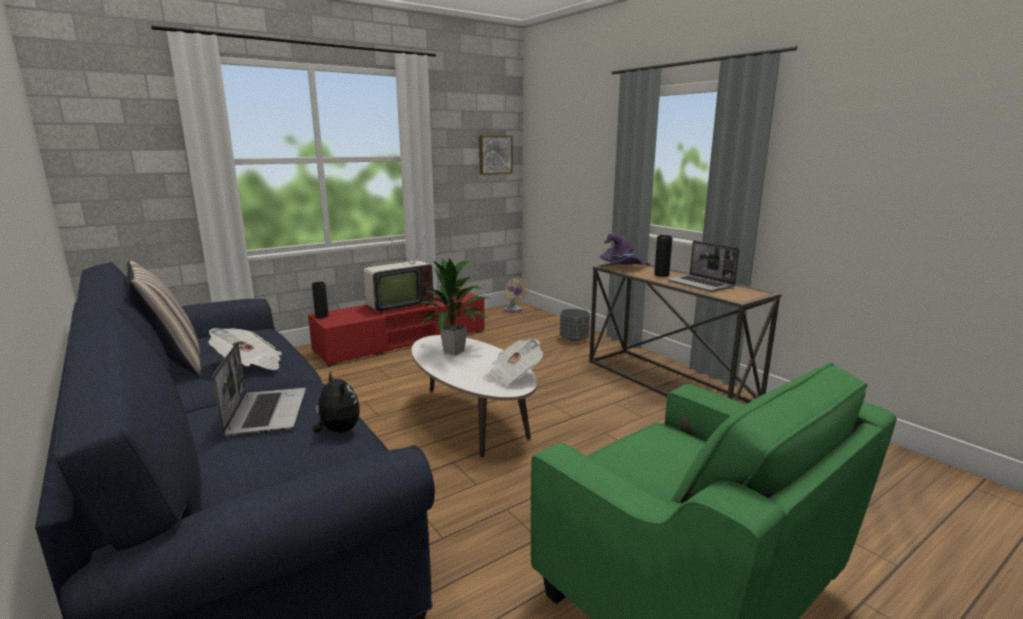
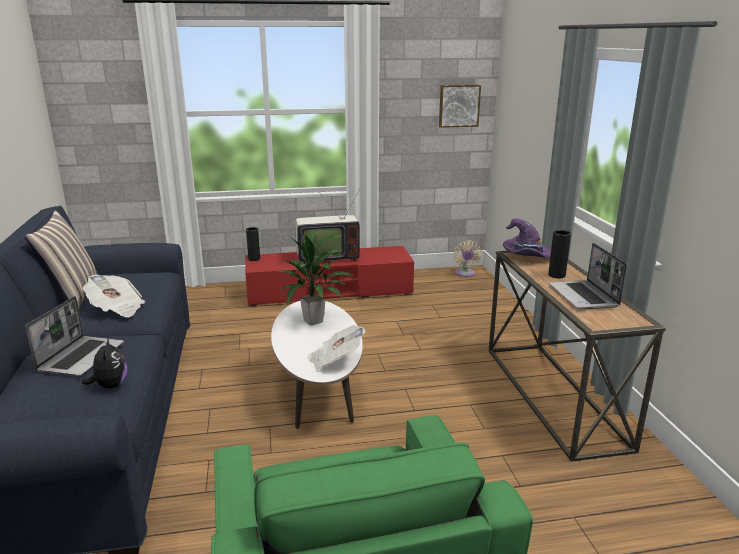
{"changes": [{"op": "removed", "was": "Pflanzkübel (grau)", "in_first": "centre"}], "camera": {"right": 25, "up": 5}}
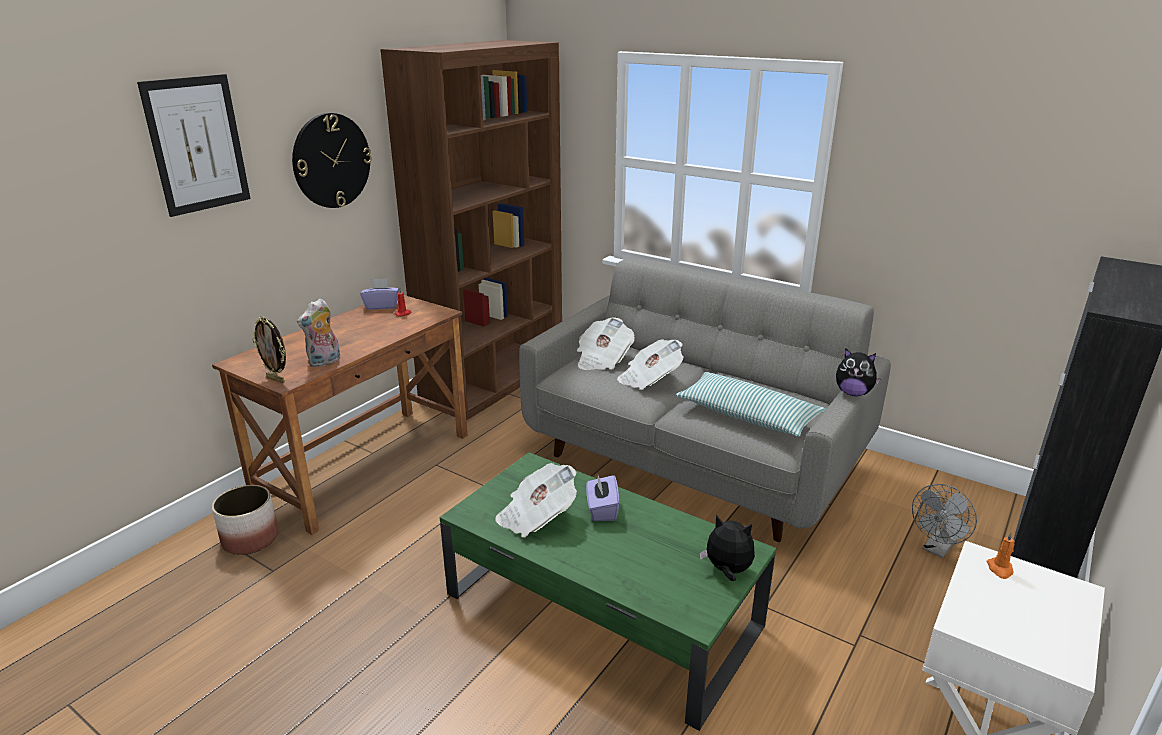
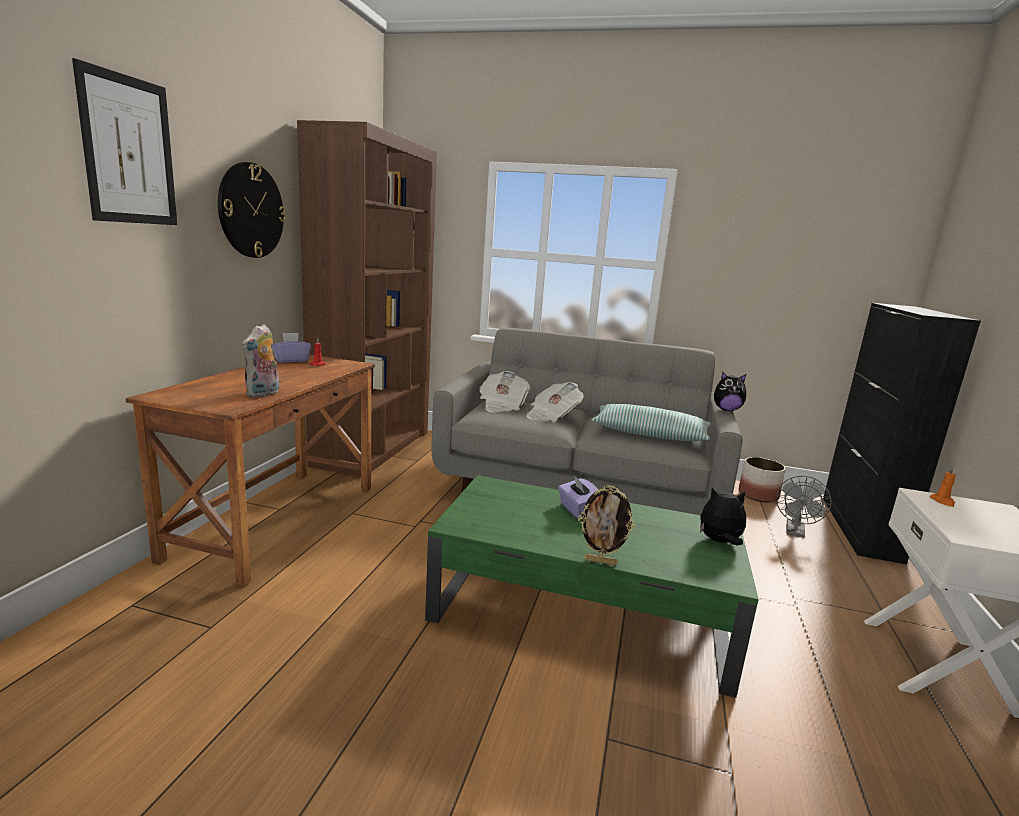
{"changes": [{"op": "moved", "was": "Pflanzkübel", "in_first": "bottom left", "in_second": "middle right"}, {"op": "moved", "was": "Bilderrahmen", "in_first": "middle left", "in_second": "centre"}, {"op": "removed", "was": "Zeitung (1st from left)", "in_first": "bottom centre"}], "camera": {"right": -20, "up": -10}}
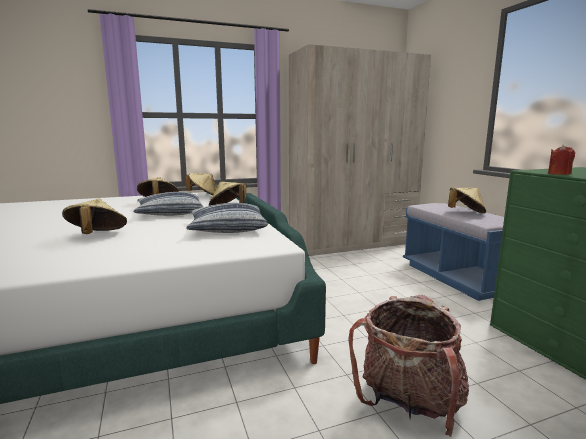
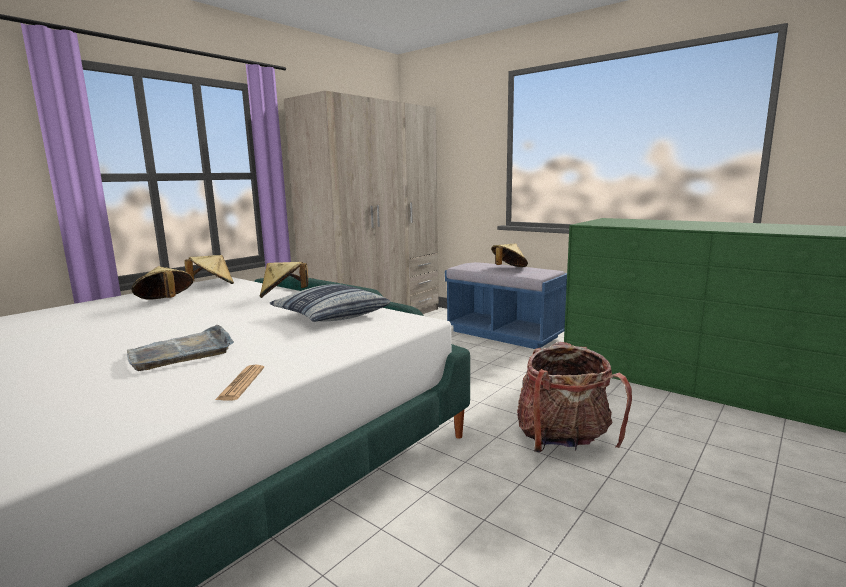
{"changes": [{"op": "replaced", "was": "Hut (beige) (1st from left)", "now": "Tablett (grau)", "in_first": "middle left", "in_second": "middle left"}, {"op": "removed", "was": "Kissen (1st from left)", "in_first": "middle left"}, {"op": "removed", "was": "Kerze (rot)", "in_first": "middle right"}, {"op": "added", "now": "Zeitung", "in_second": "middle left"}], "camera": {"right": -30, "up": 0}}
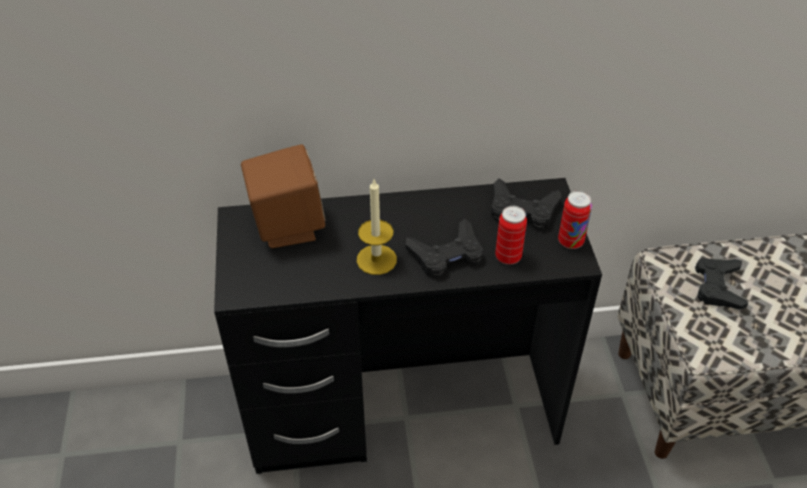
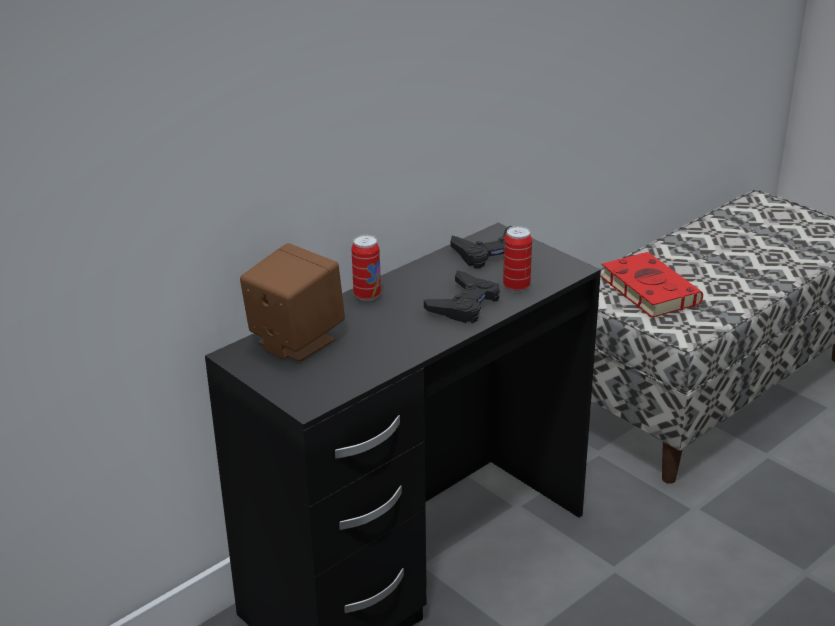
{"changes": [{"op": "removed", "was": "Kerze", "in_first": "centre"}, {"op": "moved", "was": "Dose (2nd from left in the first image)", "now": "Dose (1st from left)", "in_first": "middle right", "in_second": "centre"}, {"op": "replaced", "was": "Gamepad (schwarz) (3rd from left)", "now": "Buch (rot)", "in_first": "middle right", "in_second": "middle right"}], "camera": {"right": -35, "up": -15}}
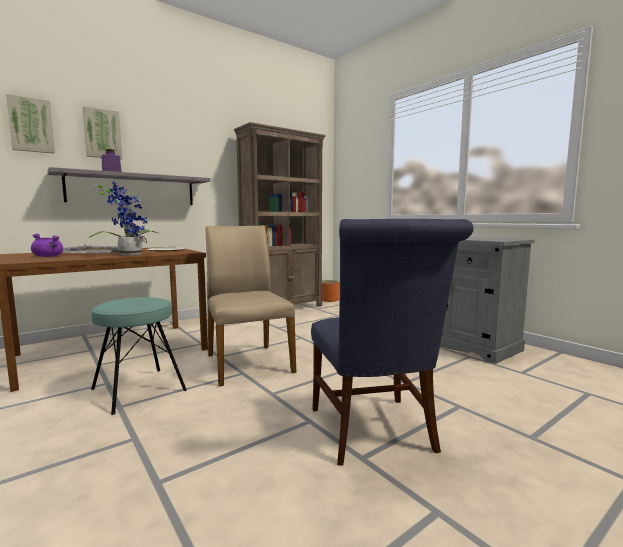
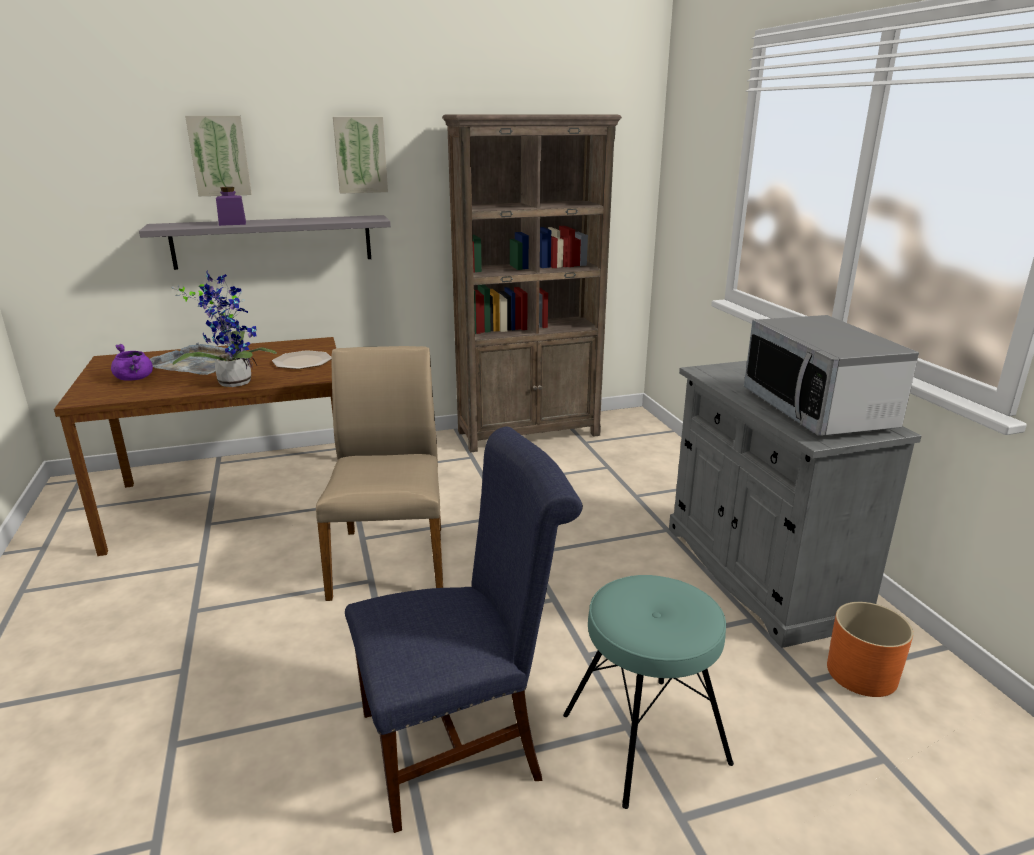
{"changes": [{"op": "moved", "was": "Bild (1st from left in the first image)", "now": "Bild (2nd from left)", "in_first": "top left", "in_second": "top centre"}, {"op": "moved", "was": "Hocker (türkis)", "in_first": "middle left", "in_second": "bottom centre"}, {"op": "turned", "was": "Stuhl (blau)", "in_first": "centre", "in_second": "bottom centre", "clockwise": -120}, {"op": "moved", "was": "Pflanzkübel (orange)", "in_first": "centre", "in_second": "bottom right"}, {"op": "added", "now": "Mikrowelle", "in_second": "middle right"}], "camera": {"right": 20, "up": 15}}
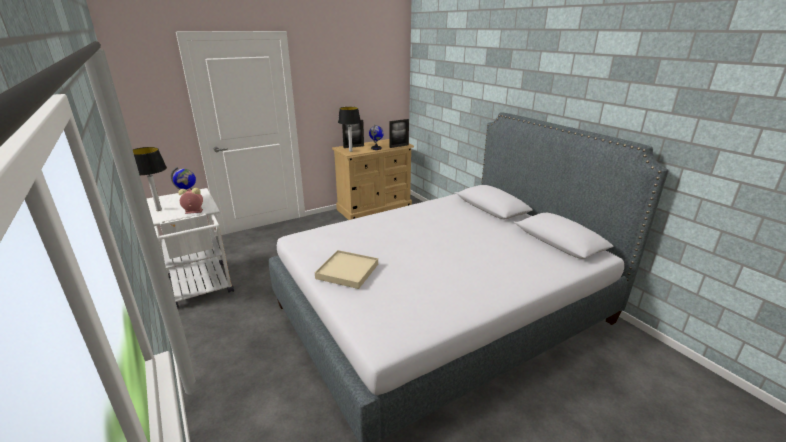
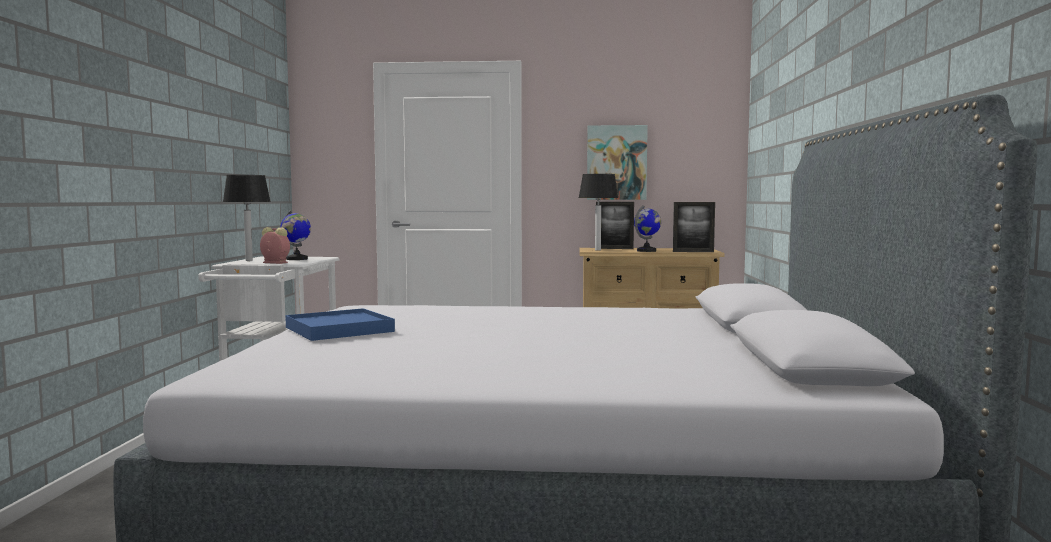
{"changes": [{"op": "recoloured", "was": "Tablett (beige)", "now": "Tablett (blau)", "in_first": "centre", "in_second": "middle left"}, {"op": "added", "now": "Bild", "in_second": "top centre"}], "camera": {"right": 35, "up": -20}}
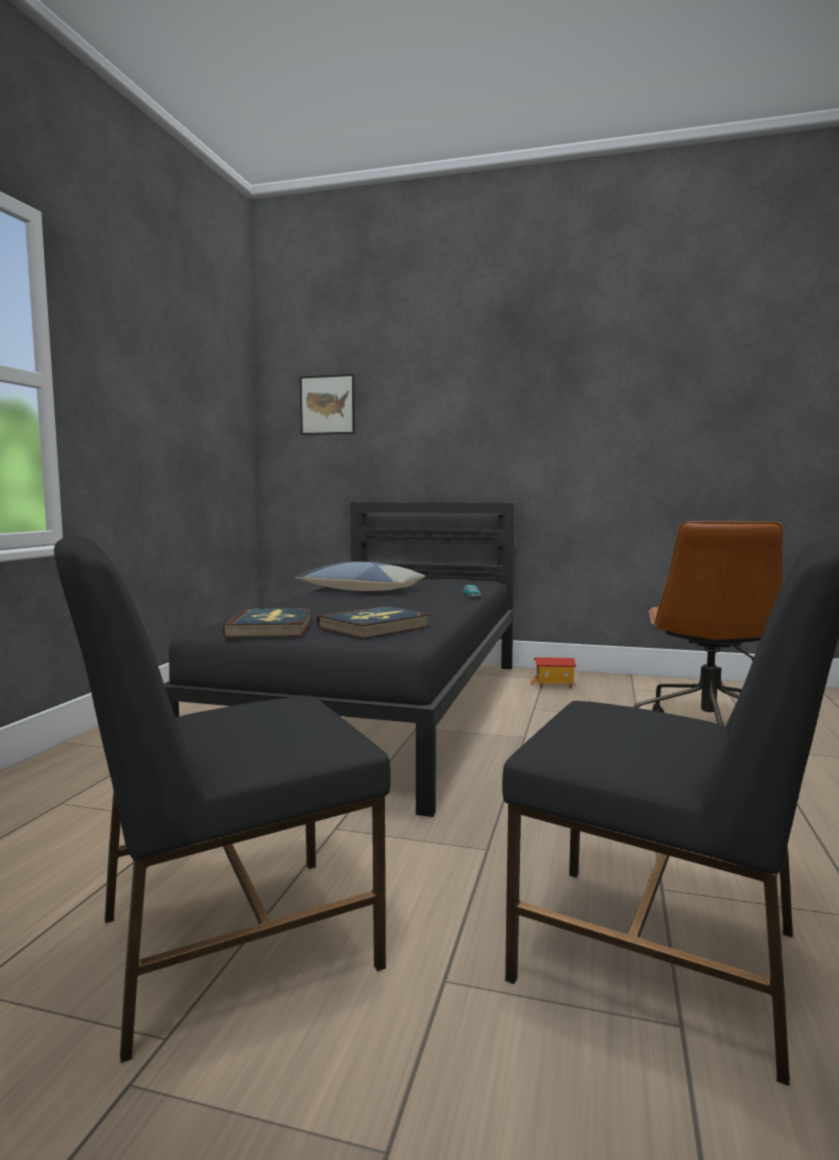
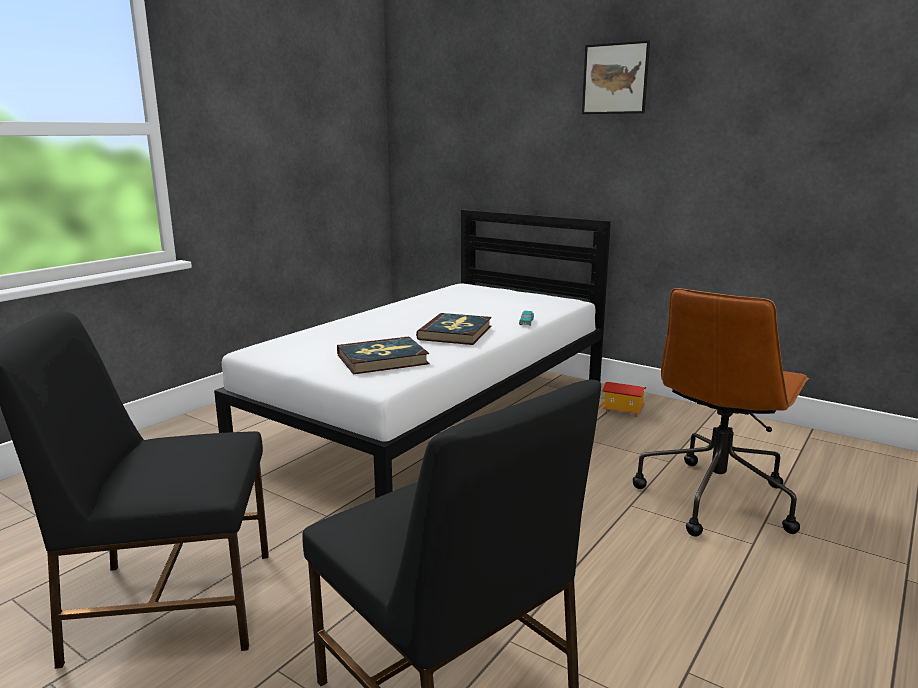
{"changes": [{"op": "recoloured", "was": "Bett (schwarz)", "now": "Bett (weiß)", "in_first": "centre", "in_second": "centre"}, {"op": "moved", "was": "Buch (1st from left in the first image)", "now": "Buch (2nd from left)", "in_first": "middle left", "in_second": "centre"}, {"op": "removed", "was": "Kissen", "in_first": "centre"}, {"op": "moved", "was": "Bild", "in_first": "centre", "in_second": "top right"}], "camera": {"right": 20, "up": 10}}
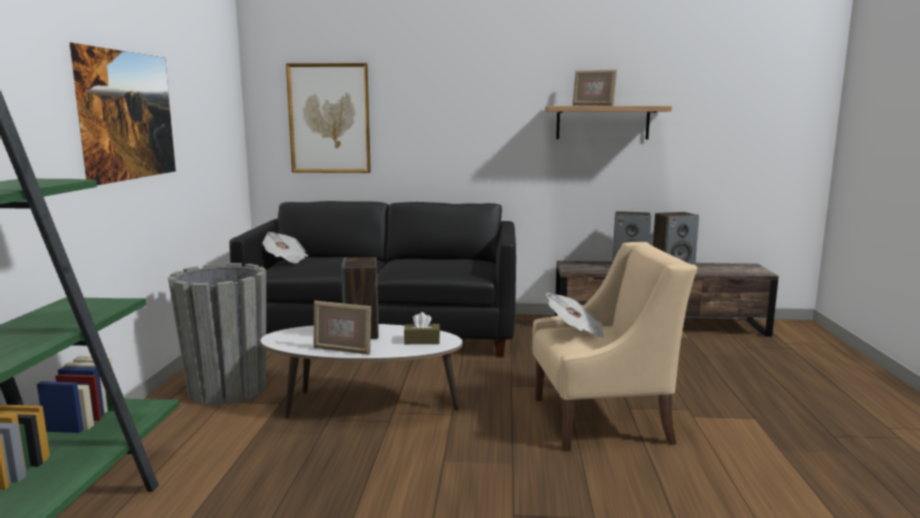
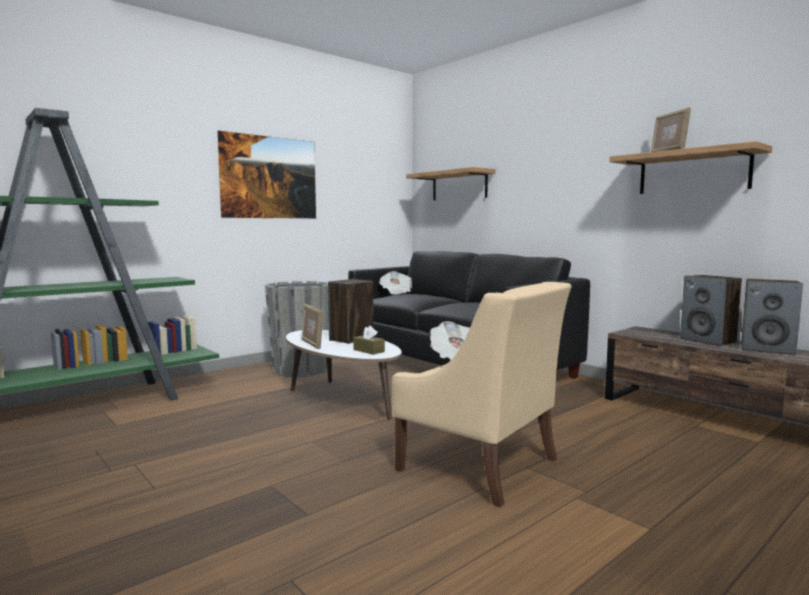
{"changes": [{"op": "replaced", "was": "Bild (2nd from left)", "now": "Wandregal (1st from left)", "in_first": "top centre", "in_second": "top centre"}], "camera": {"right": 45, "up": -5}}
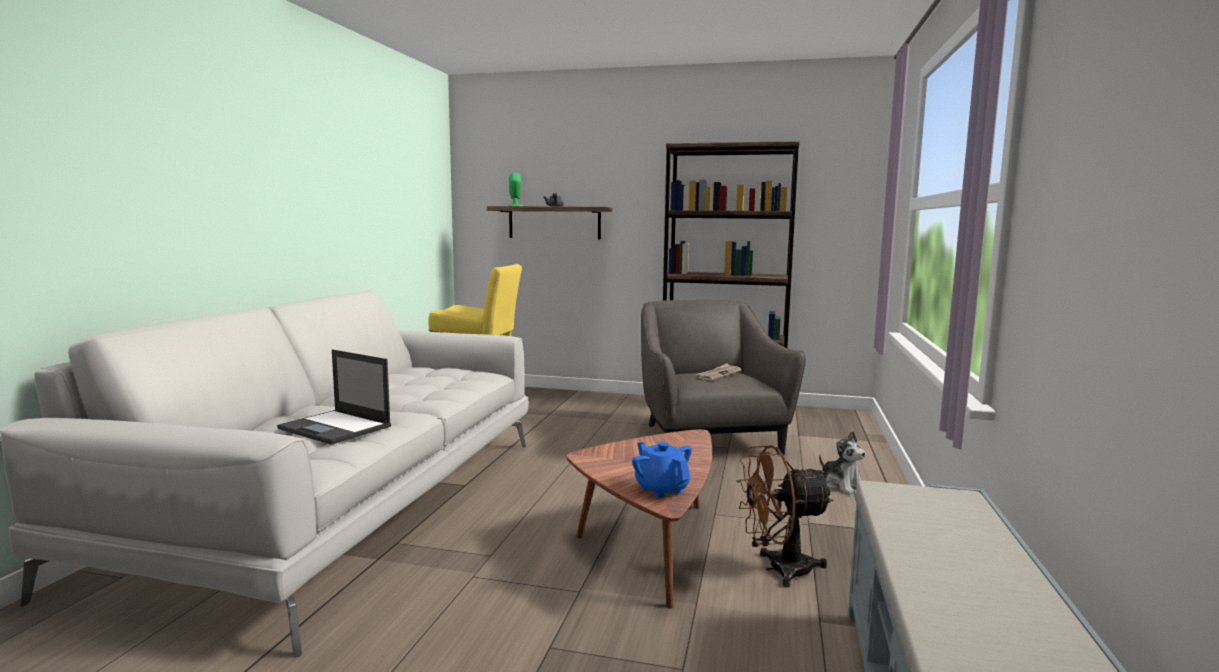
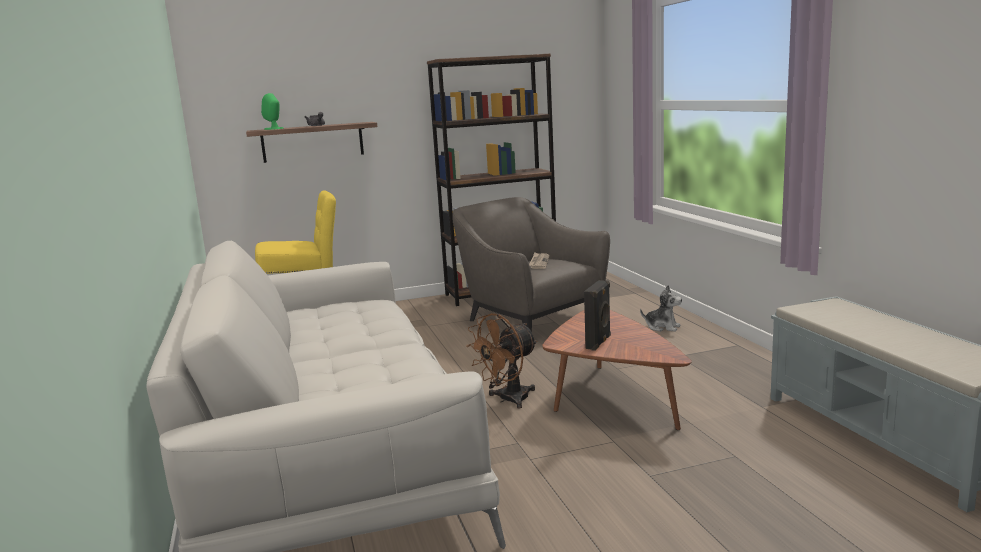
{"changes": [{"op": "removed", "was": "Laptop", "in_first": "middle left"}, {"op": "removed", "was": "Teekanne (blau)", "in_first": "bottom centre"}, {"op": "moved", "was": "Ventilator (braun)", "in_first": "bottom centre", "in_second": "centre"}, {"op": "added", "now": "Lautsprecher (schwarz)", "in_second": "centre"}], "camera": {"right": -30, "up": 5}}
